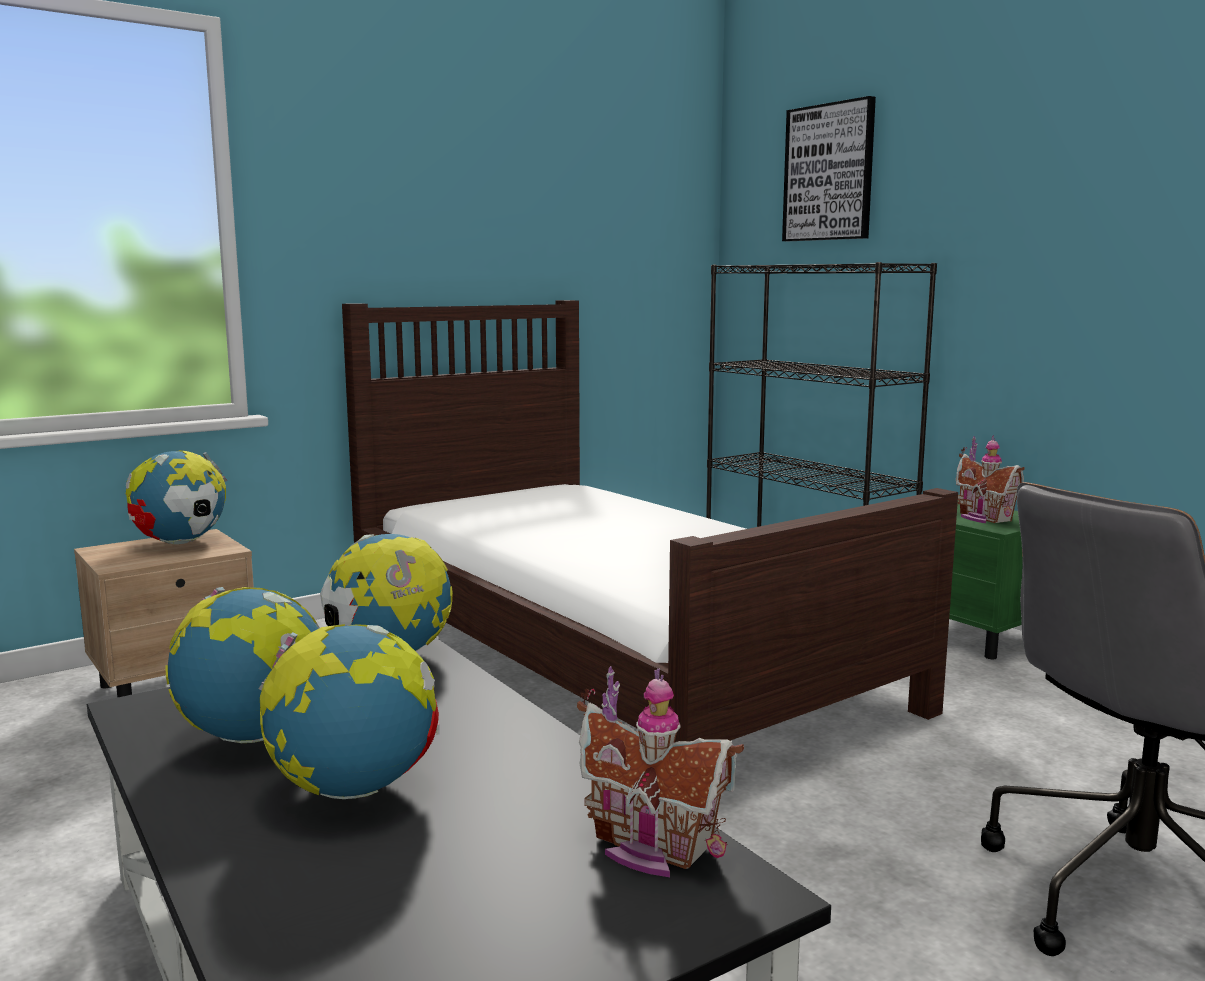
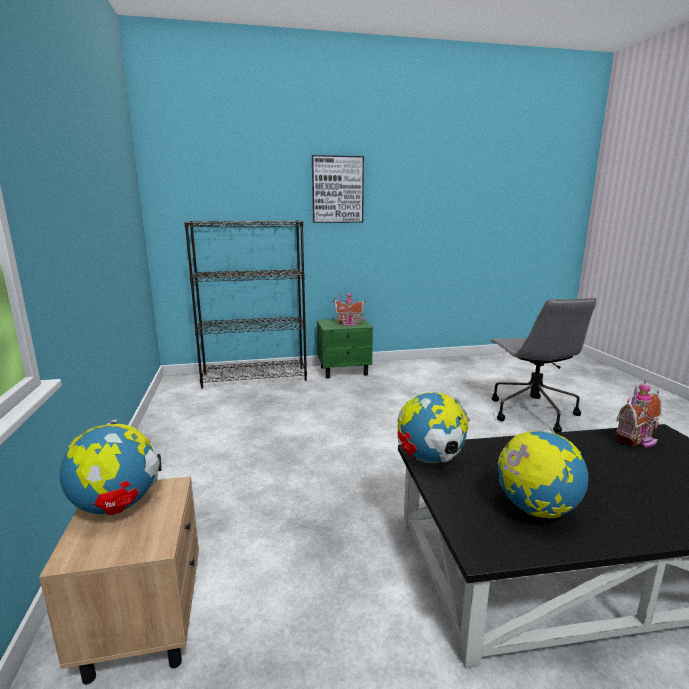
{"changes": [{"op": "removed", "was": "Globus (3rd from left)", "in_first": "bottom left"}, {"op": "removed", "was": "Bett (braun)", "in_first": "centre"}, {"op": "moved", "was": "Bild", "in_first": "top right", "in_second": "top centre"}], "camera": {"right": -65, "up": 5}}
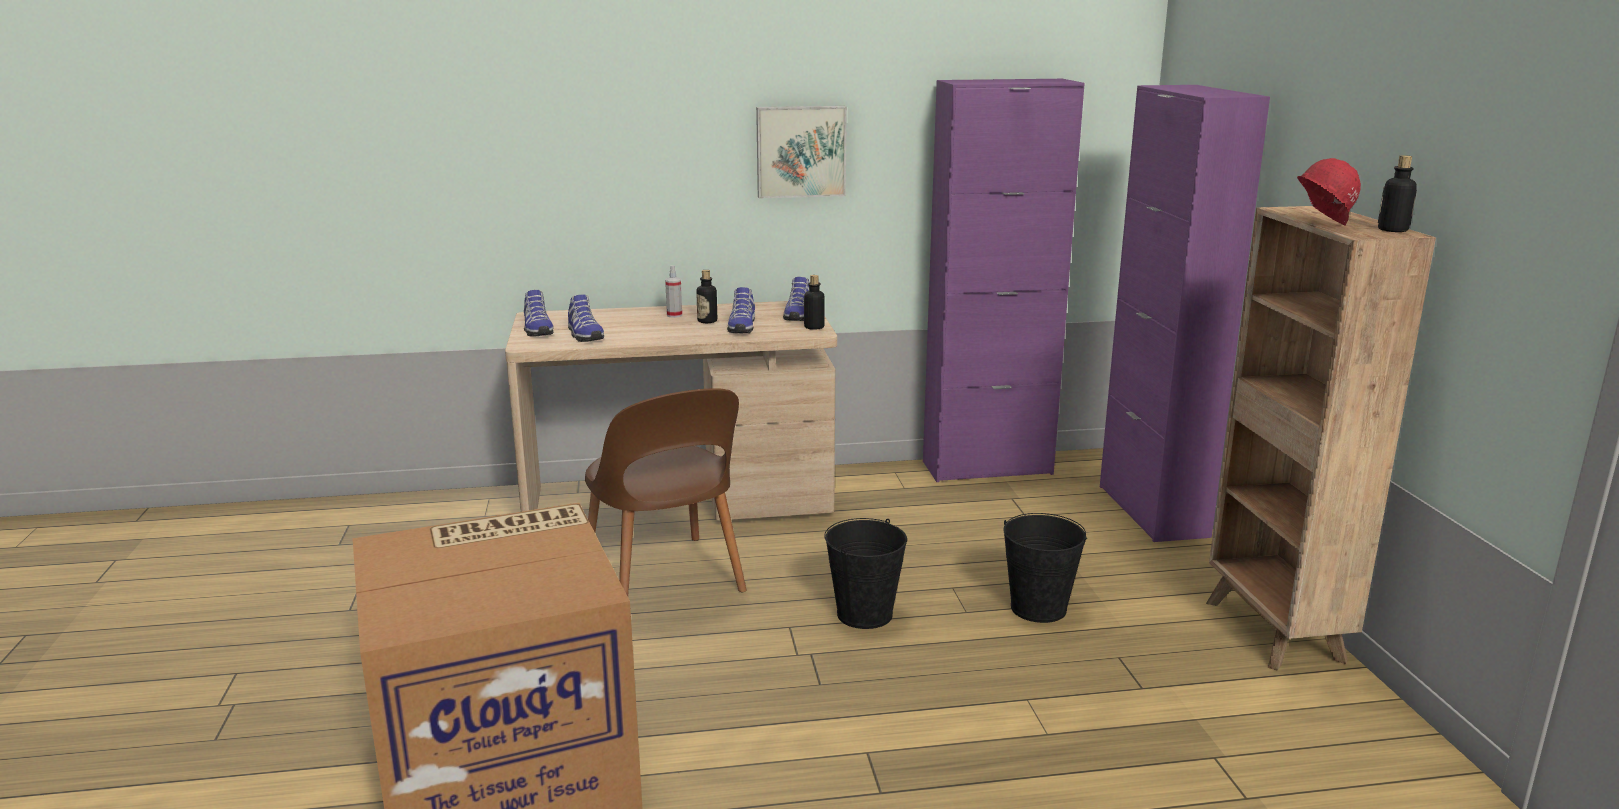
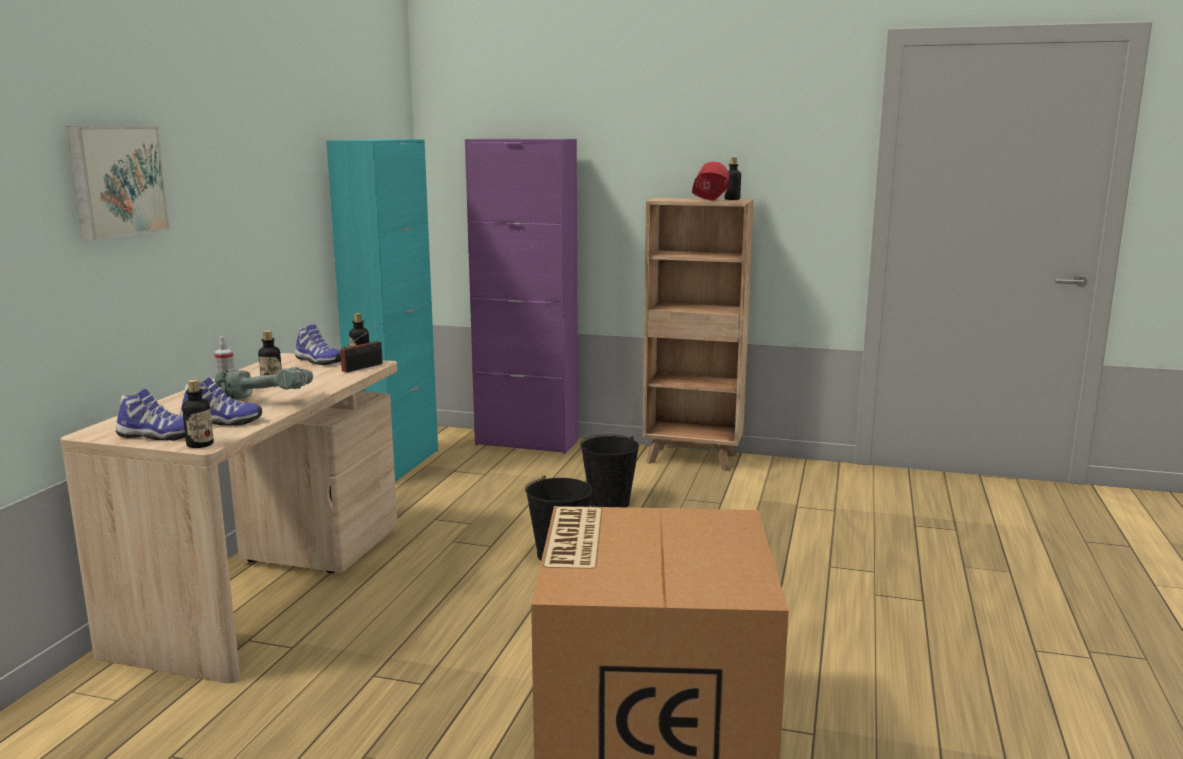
{"changes": [{"op": "removed", "was": "Stuhl (braun)", "in_first": "centre"}, {"op": "removed", "was": "Schuh (3rd from left)", "in_first": "centre"}, {"op": "moved", "was": "Bild", "in_first": "top centre", "in_second": "top left"}, {"op": "recoloured", "was": "Schrank (lila) (1st from left)", "now": "Schrank (türkis)", "in_first": "centre", "in_second": "middle left"}, {"op": "added", "now": "Flasche (1st from left)", "in_second": "middle left"}, {"op": "added", "now": "Bohrmaschine", "in_second": "middle left"}, {"op": "added", "now": "Radio", "in_second": "middle left"}], "camera": {"right": -65, "up": -5}}
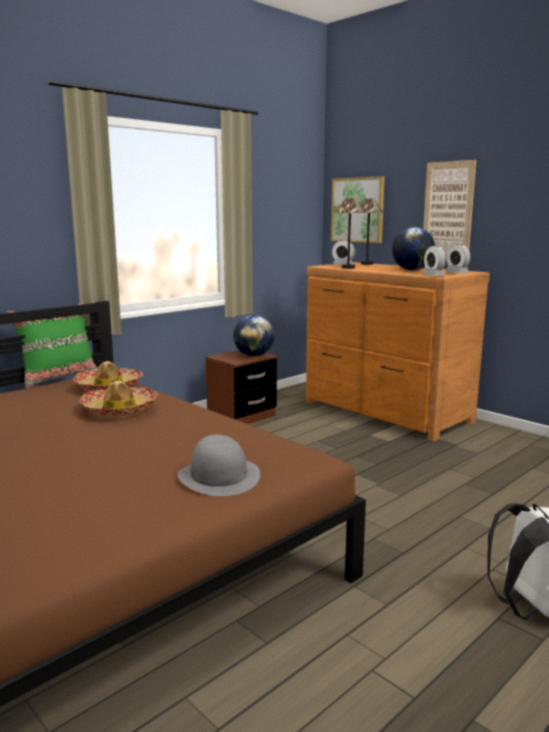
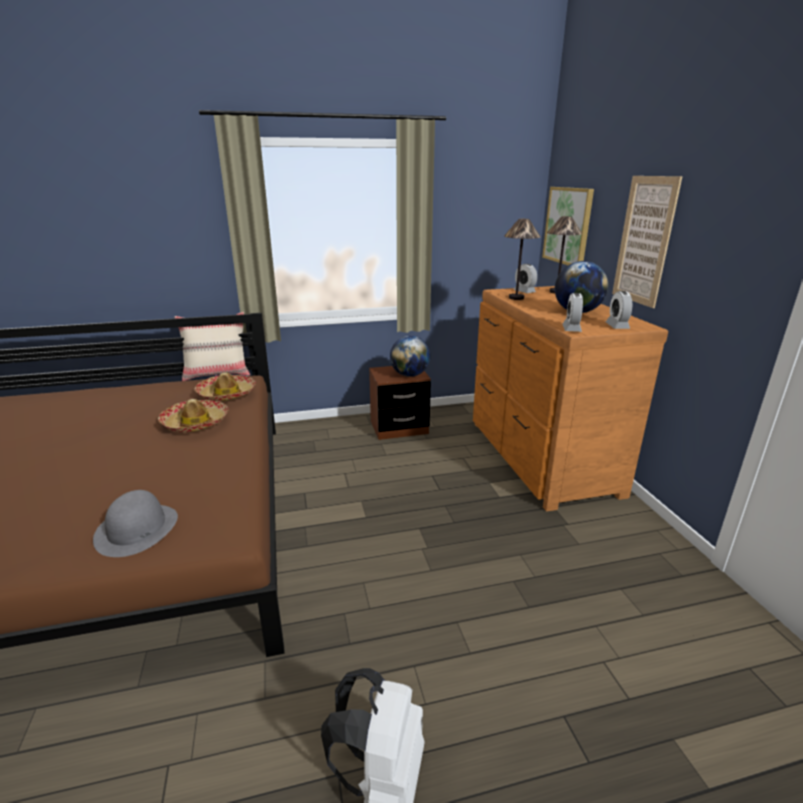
{"changes": [{"op": "recoloured", "was": "Kissen (grün)", "now": "Kissen (beige)", "in_first": "middle left", "in_second": "middle left"}], "camera": {"right": 30, "up": 10}}
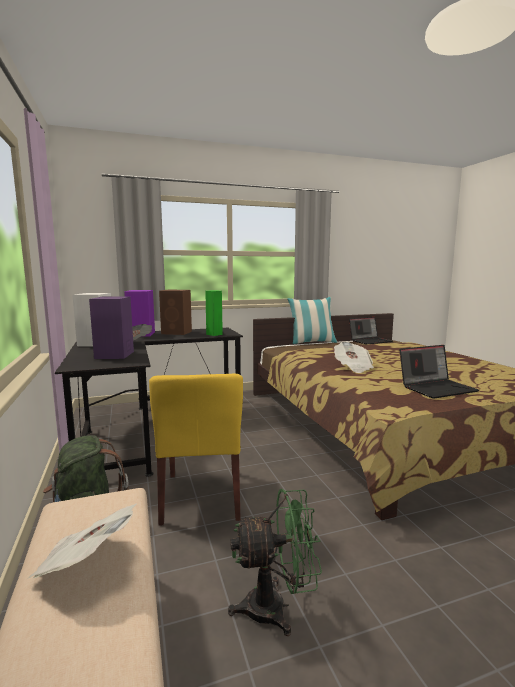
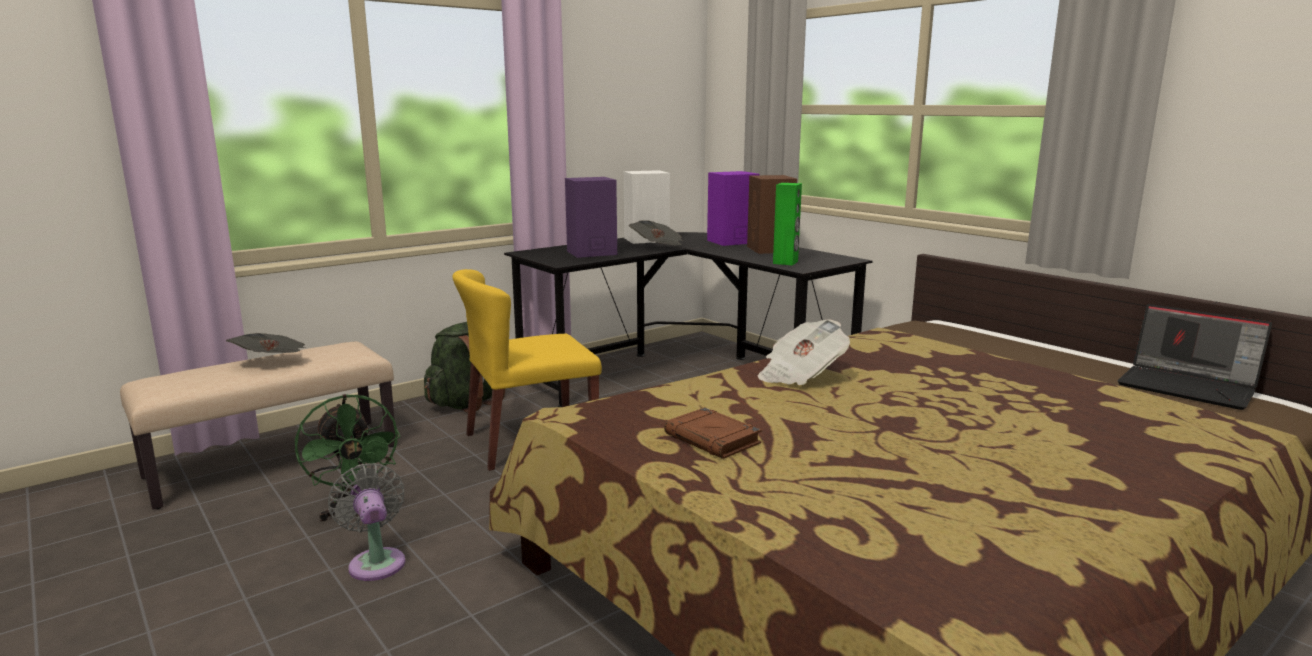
{"changes": [{"op": "removed", "was": "Kissen", "in_first": "centre"}, {"op": "replaced", "was": "Laptop (2nd from left)", "now": "Buch (braun)", "in_first": "middle right", "in_second": "centre"}, {"op": "added", "now": "Ventilator (grau)", "in_second": "bottom left"}], "camera": {"right": 70, "up": 5}}
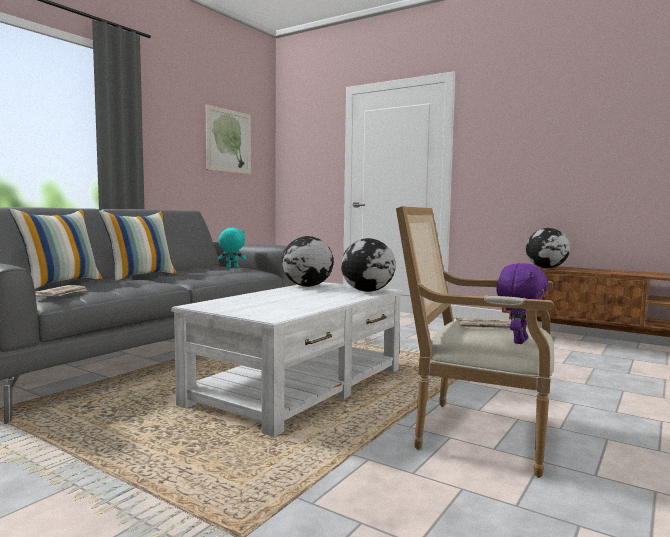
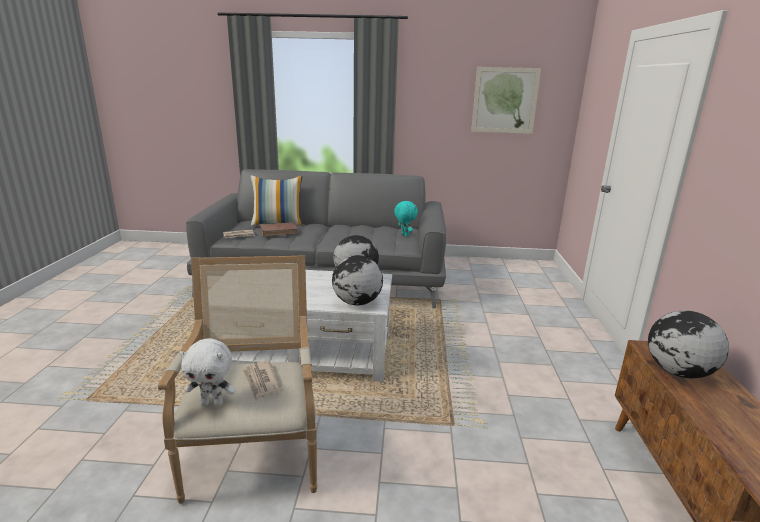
{"changes": [{"op": "removed", "was": "Kissen (2nd from left)", "in_first": "middle left"}, {"op": "recoloured", "was": "Plüschtier (lila)", "now": "Plüschtier (weiß)", "in_first": "middle right", "in_second": "bottom left"}, {"op": "added", "now": "Buch (braun)", "in_second": "centre"}], "camera": {"right": 60, "up": 15}}
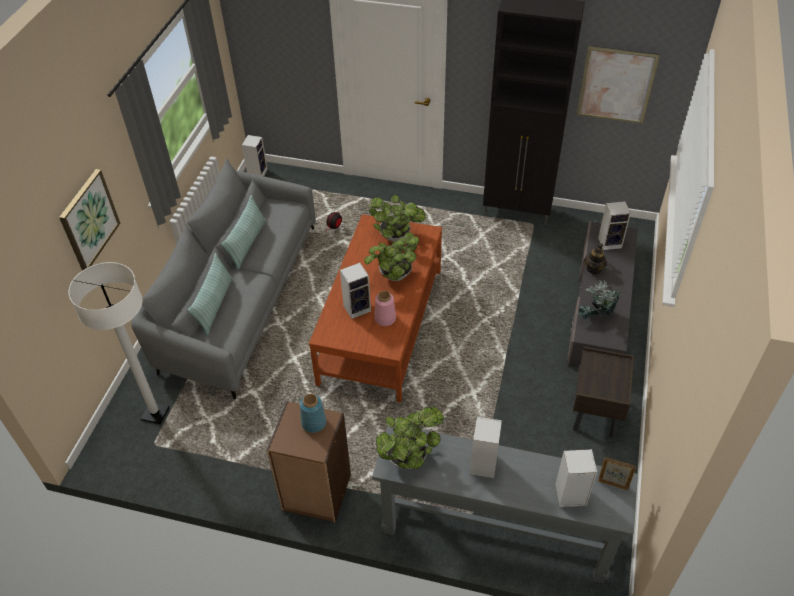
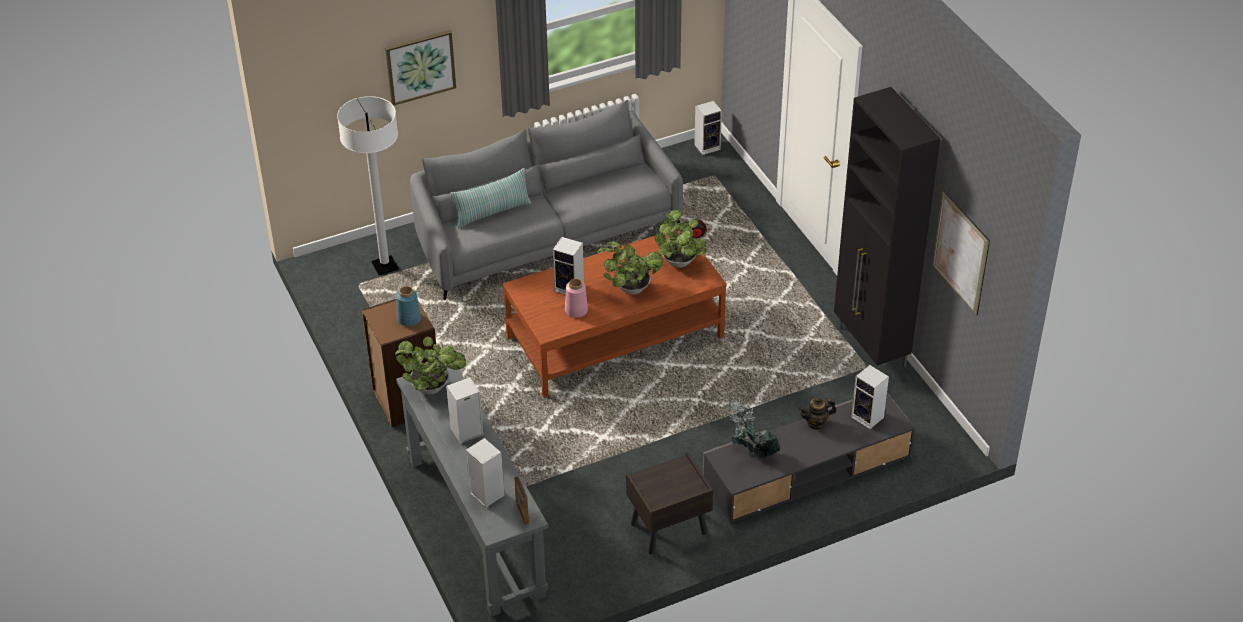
{"changes": [{"op": "removed", "was": "Kissen (2nd from left)", "in_first": "middle left"}], "camera": {"right": 50, "up": -5}}
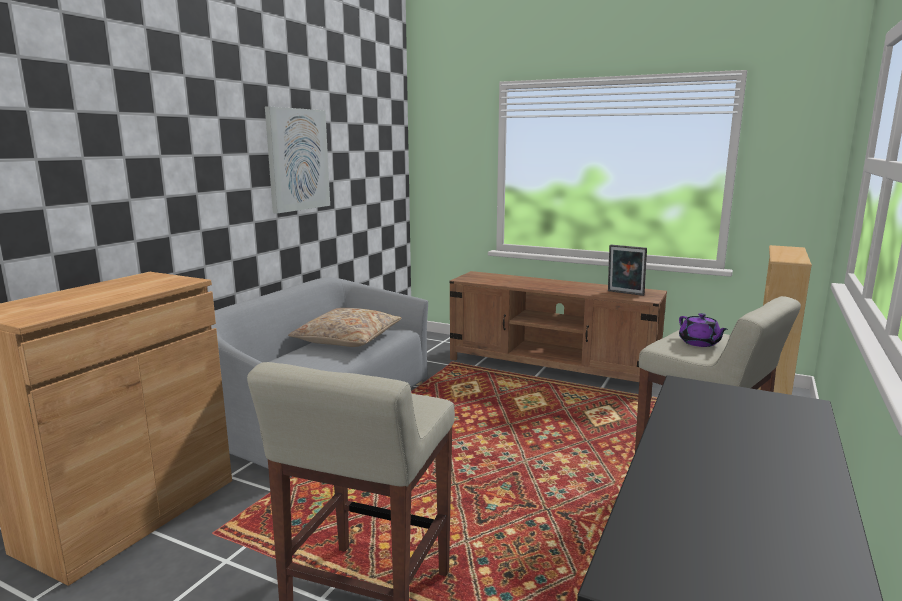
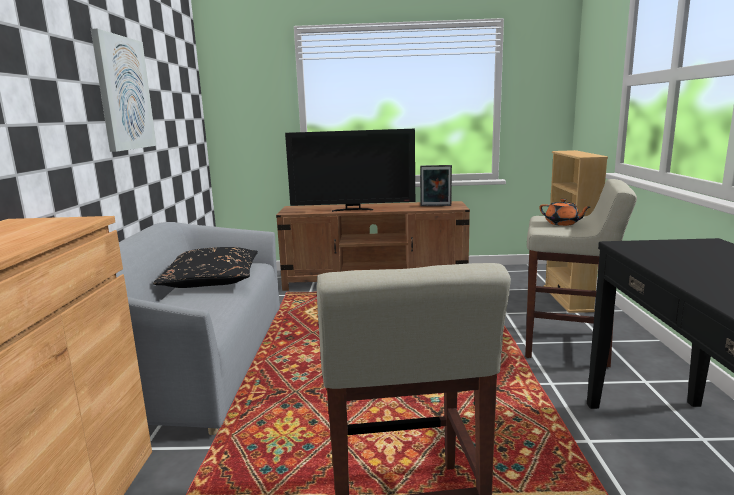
{"changes": [{"op": "recoloured", "was": "Kissen (beige)", "now": "Kissen (schwarz)", "in_first": "centre", "in_second": "middle left"}, {"op": "recoloured", "was": "Teekanne (lila)", "now": "Teekanne (orange)", "in_first": "middle right", "in_second": "middle right"}, {"op": "added", "now": "Fernseher", "in_second": "centre"}], "camera": {"right": -25, "up": 0}}
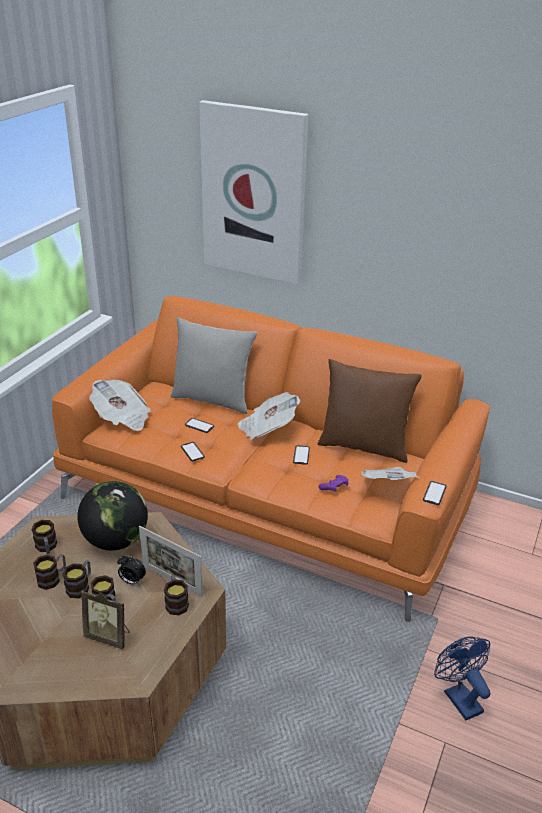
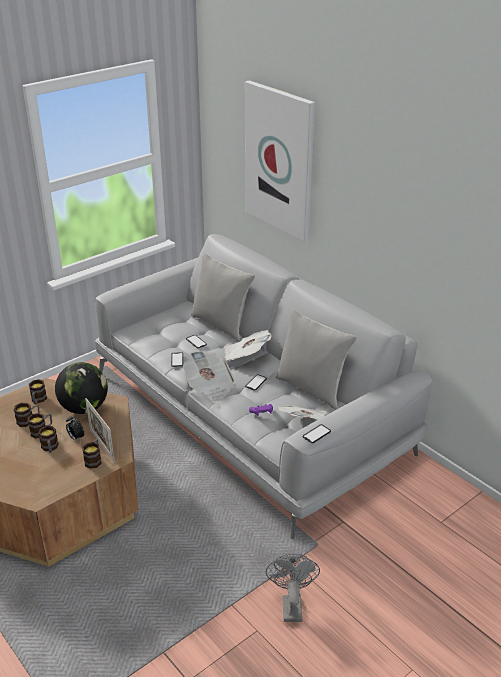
{"changes": [{"op": "recoloured", "was": "Sofa (orange)", "now": "Sofa (grau)", "in_first": "centre", "in_second": "centre"}, {"op": "removed", "was": "Bilderrahmen (1st from left)", "in_first": "bottom left"}, {"op": "moved", "was": "Zeitung (1st from left)", "in_first": "middle left", "in_second": "centre"}, {"op": "recoloured", "was": "Kissen (braun)", "now": "Kissen (grau) (2nd from left)", "in_first": "middle right", "in_second": "centre"}, {"op": "recoloured", "was": "Ventilator (blau)", "now": "Ventilator (grau)", "in_first": "bottom right", "in_second": "bottom centre"}], "camera": {"right": 25, "up": 0}}
